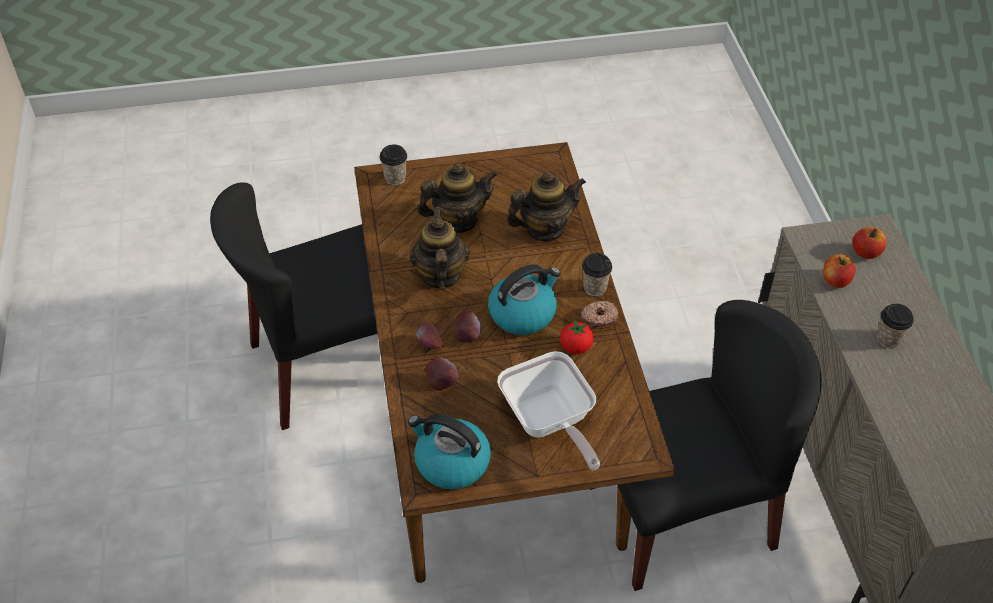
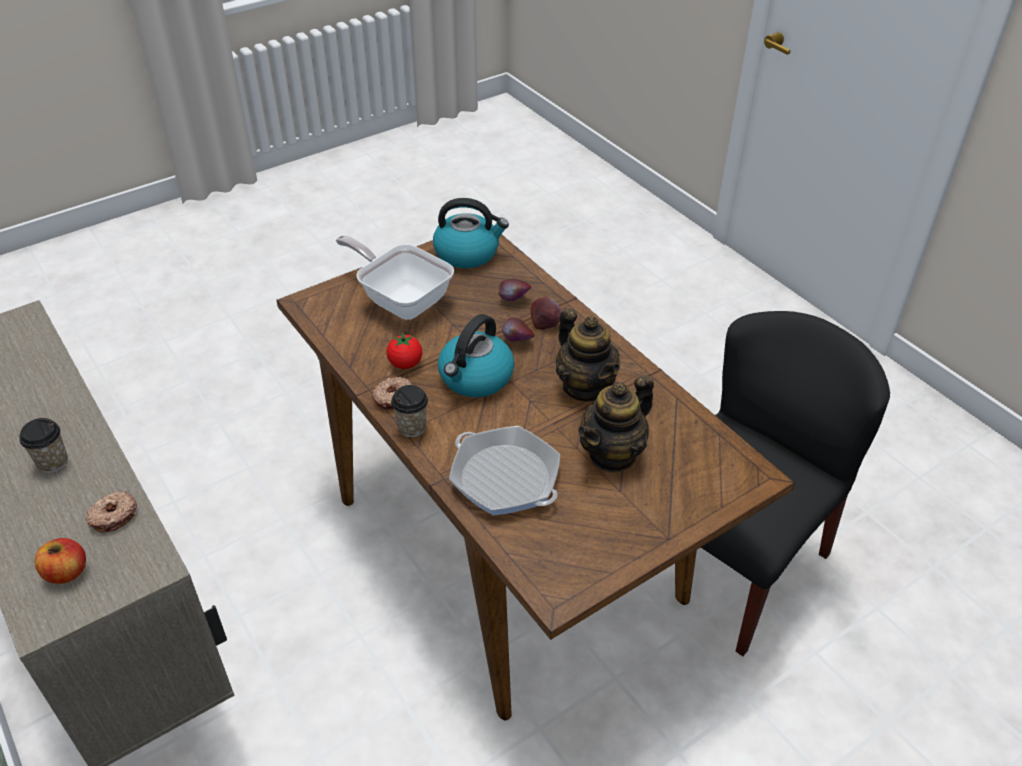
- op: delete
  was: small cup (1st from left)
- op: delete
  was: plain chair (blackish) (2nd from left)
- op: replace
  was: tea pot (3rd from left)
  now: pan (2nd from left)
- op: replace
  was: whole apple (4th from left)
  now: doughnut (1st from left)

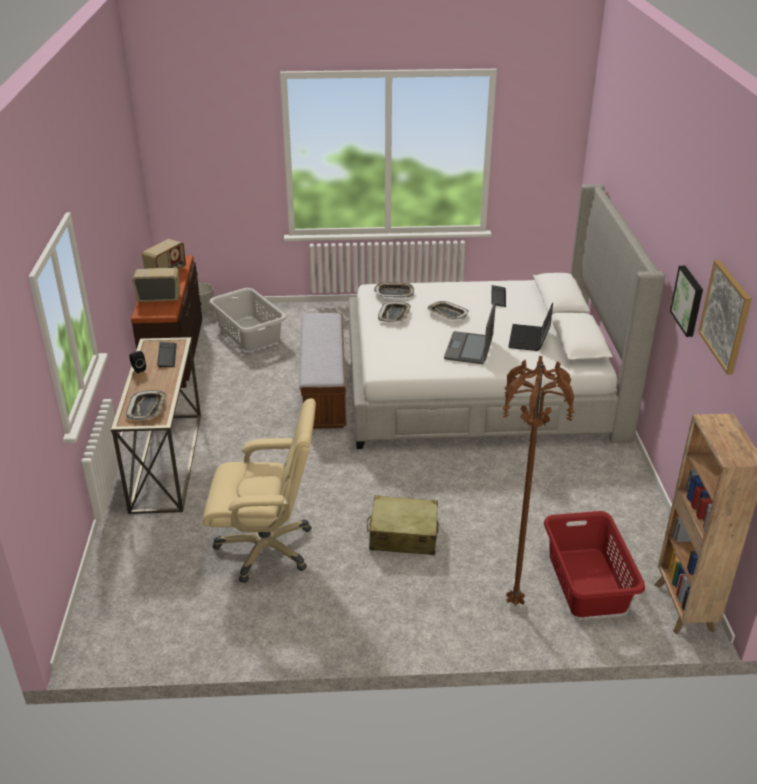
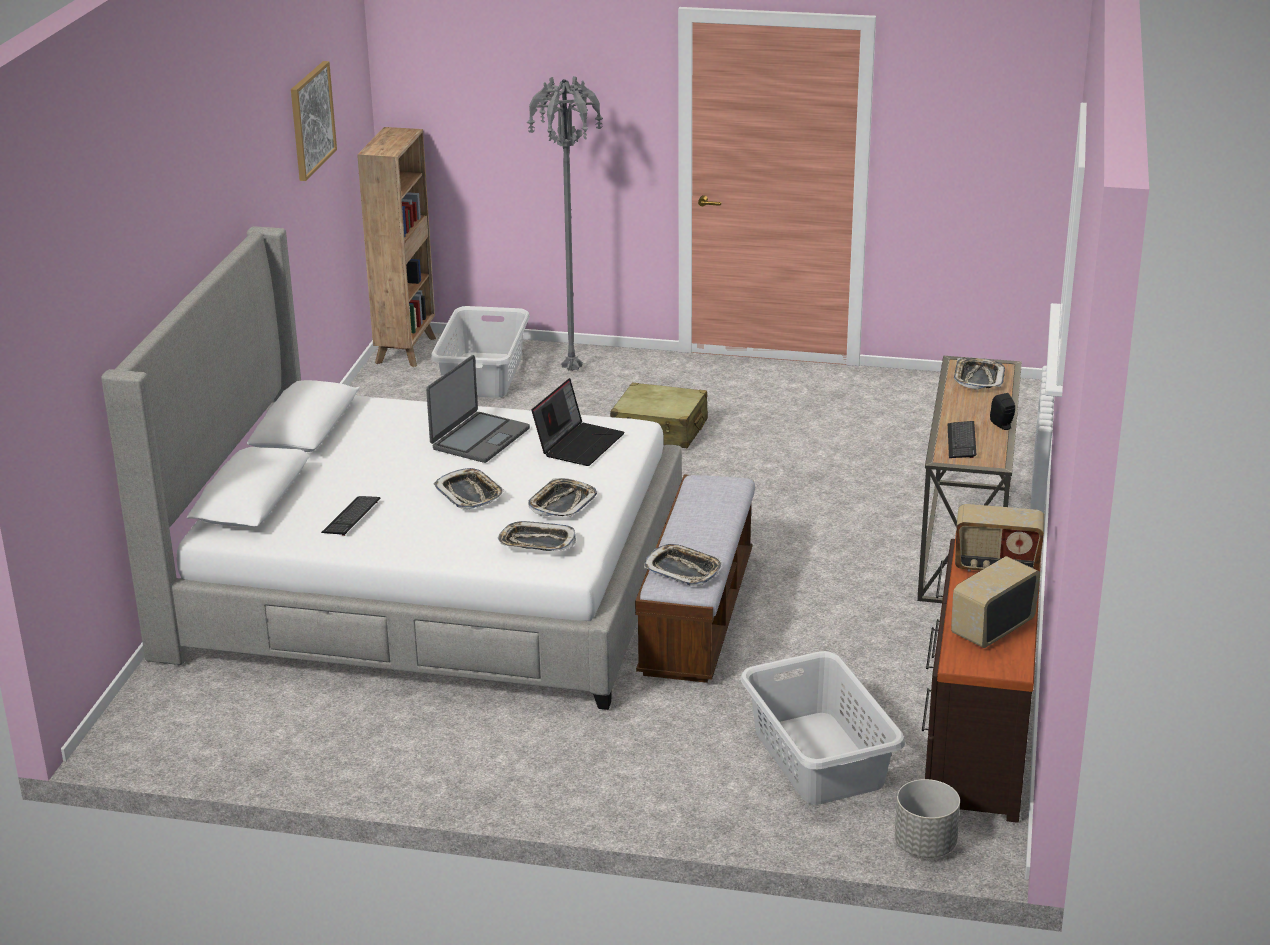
- op: delete
  was: computer chair (beige)
- op: delete
  was: picture (1st from left)
- op: insert
  now: carrying tray (4th from left)
- op: move
  was: notebook computer (2nd from left)
- op: recolor
  was: floor lamp (brown)
  now: floor lamp (greyish)
- op: recolor
  was: hamper (red-coloured)
  now: hamper (greyish) (1st from left)

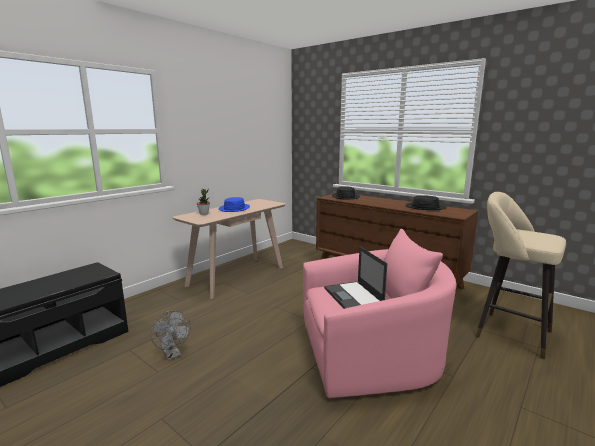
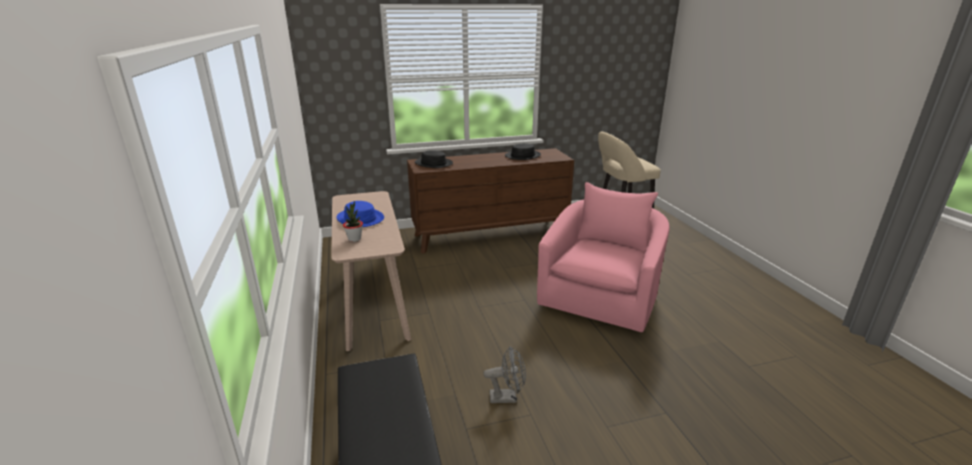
- op: delete
  was: notebook computer

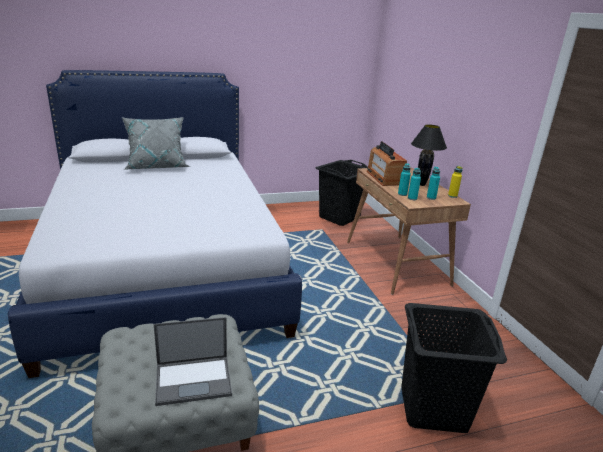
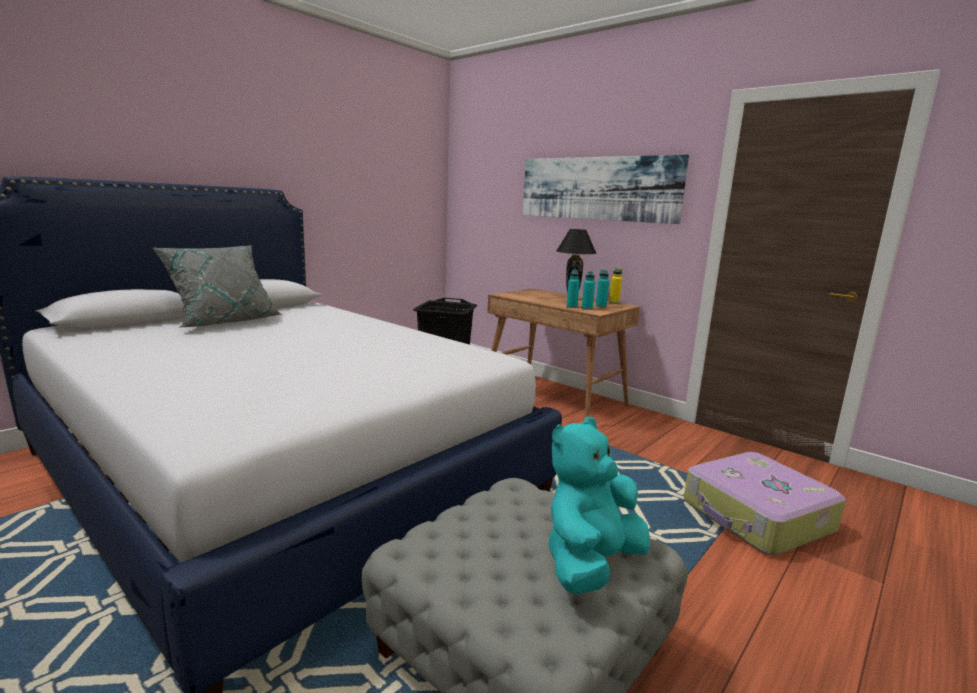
- op: delete
  was: radio
- op: insert
  now: picture
- op: replace
  was: notebook computer
  now: plush toy (turquoise)
- op: replace
  was: hamper (blackish) (2nd from left)
  now: piece of luggage

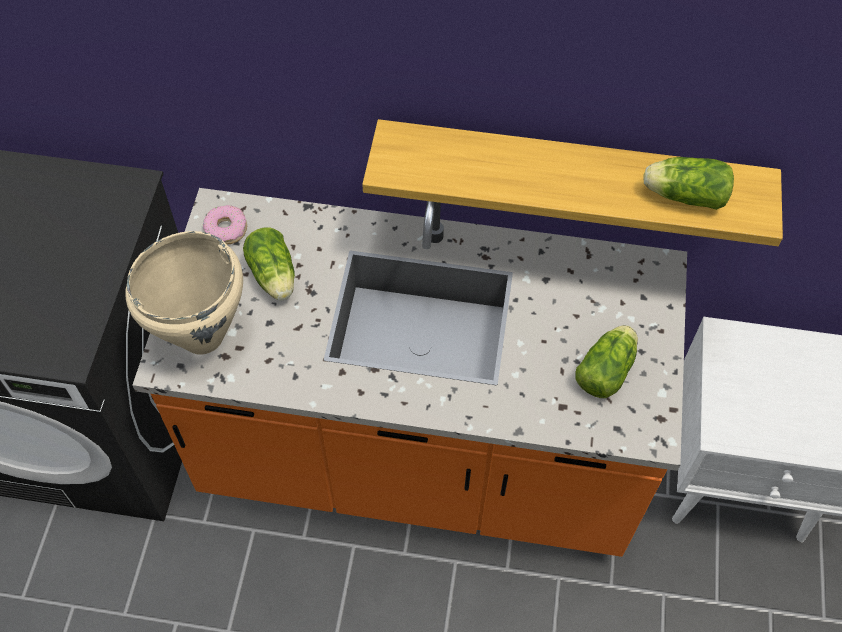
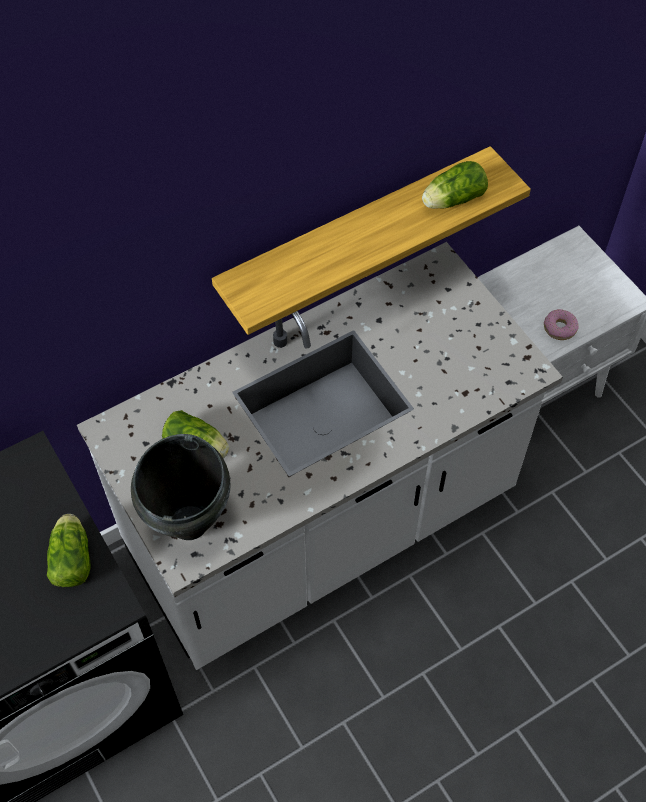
- op: move
  was: doughnut
- op: move
  was: lettuce head (2nd from left in the first image)
  now: lettuce head (1st from left)
- op: recolor
  was: cooking pot (beige)
  now: cooking pot (blackish)
- op: recolor
  was: kitchen base unit (orangey)
  now: kitchen base unit (white-coloured)

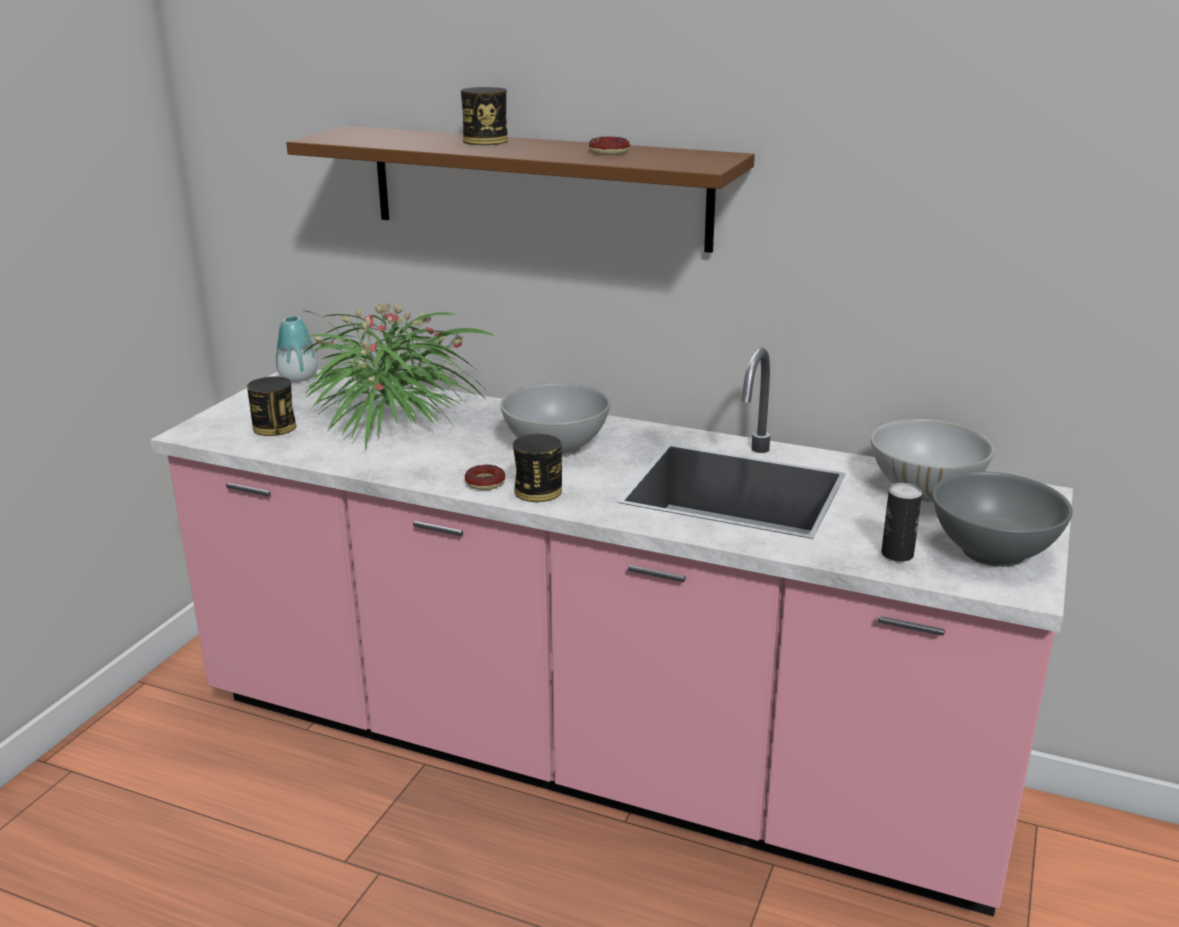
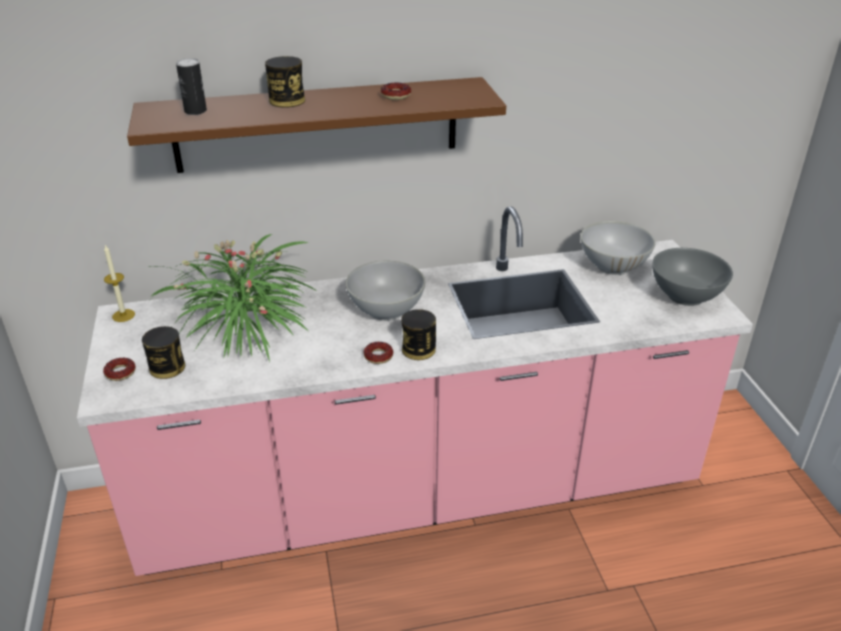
- op: insert
  now: doughnut (1st from left)
- op: move
  was: can (4th from left in the first image)
  now: can (2nd from left)
- op: replace
  was: decorative vase
  now: candle

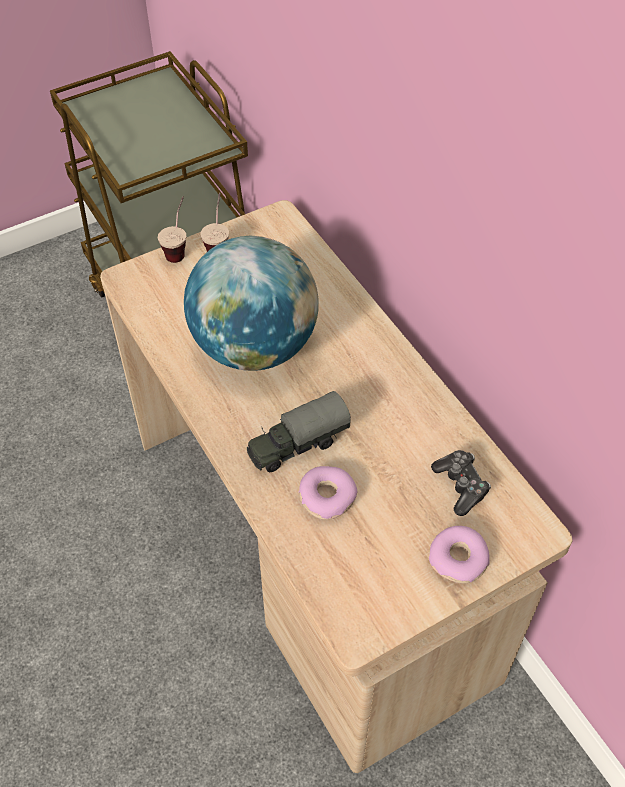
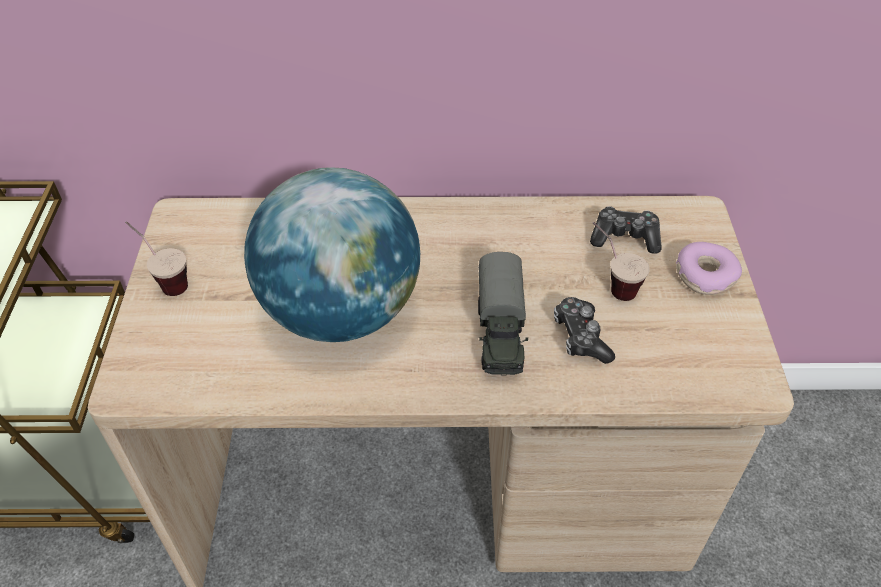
- op: move
  was: small cup (1st from left in the first image)
  now: small cup (2nd from left)
- op: replace
  was: doughnut (1st from left)
  now: joypad (1st from left)

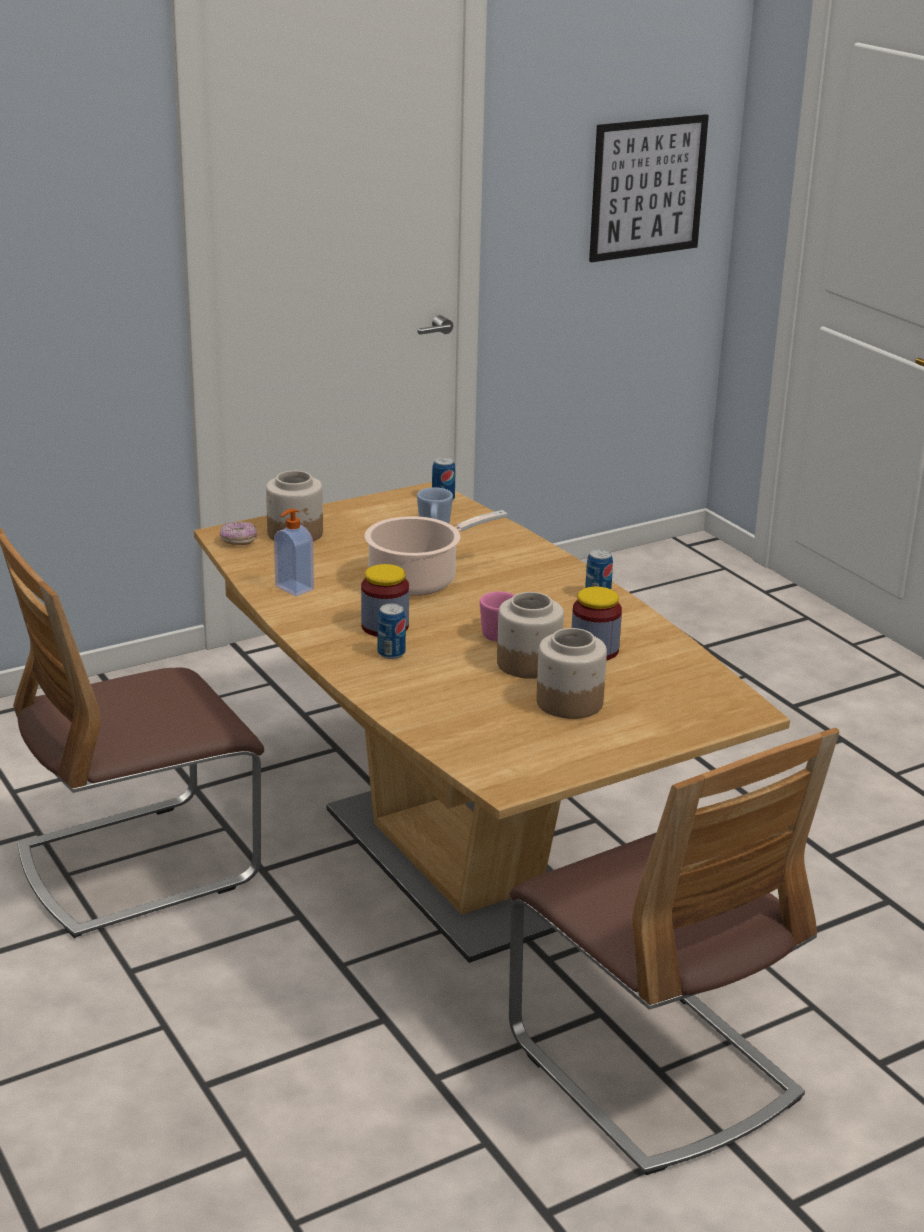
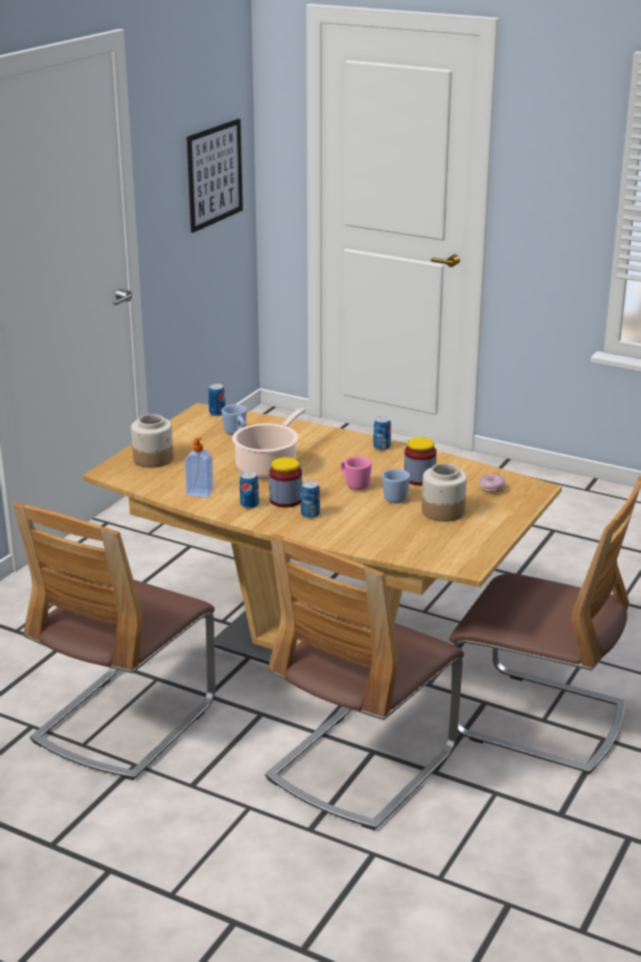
- op: insert
  now: can (2nd from left)
- op: insert
  now: plain chair (2nd from left)
- op: move
  was: doughnut
- op: replace
  was: storage jar (3rd from left)
  now: mug (blue-coloured) (2nd from left)

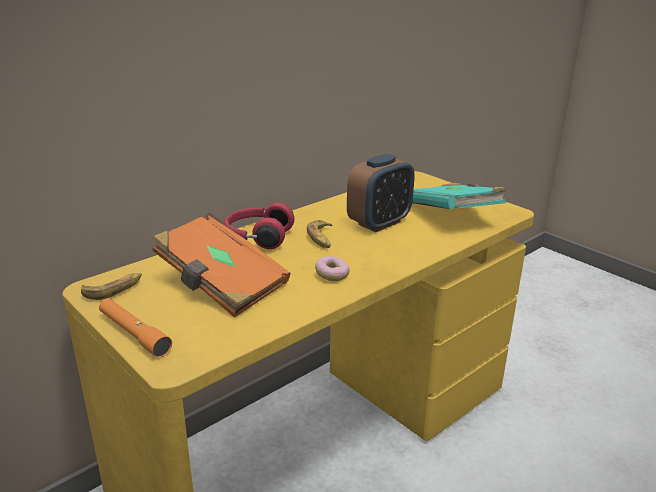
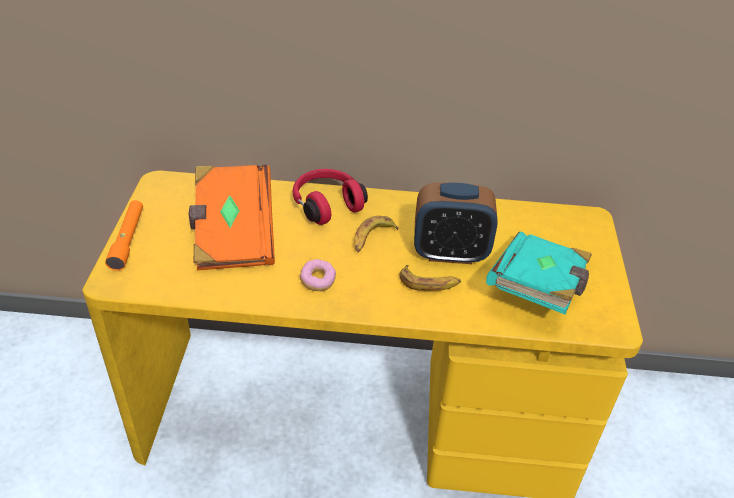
- op: move
  was: banana (1st from left in the first image)
  now: banana (2nd from left)

